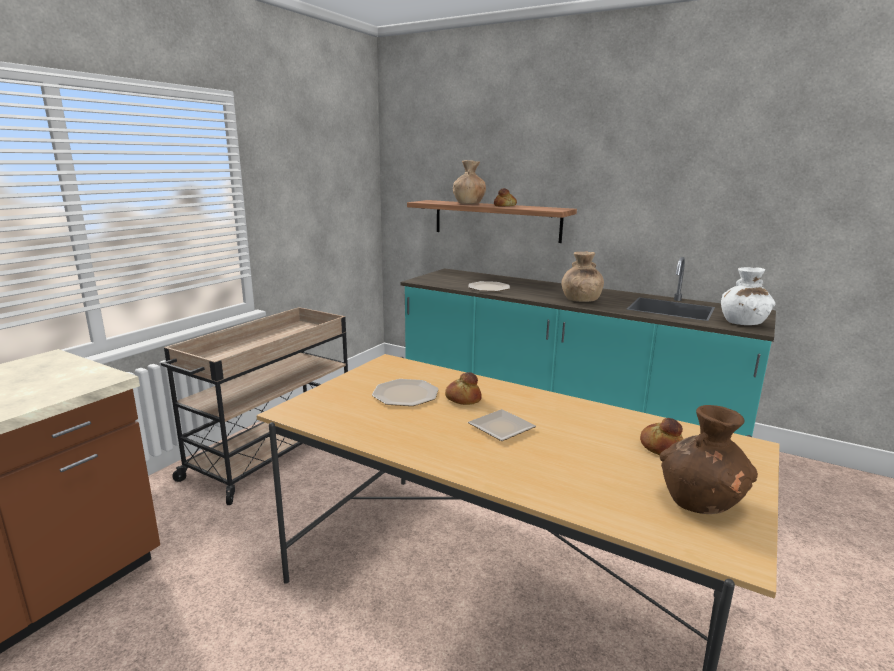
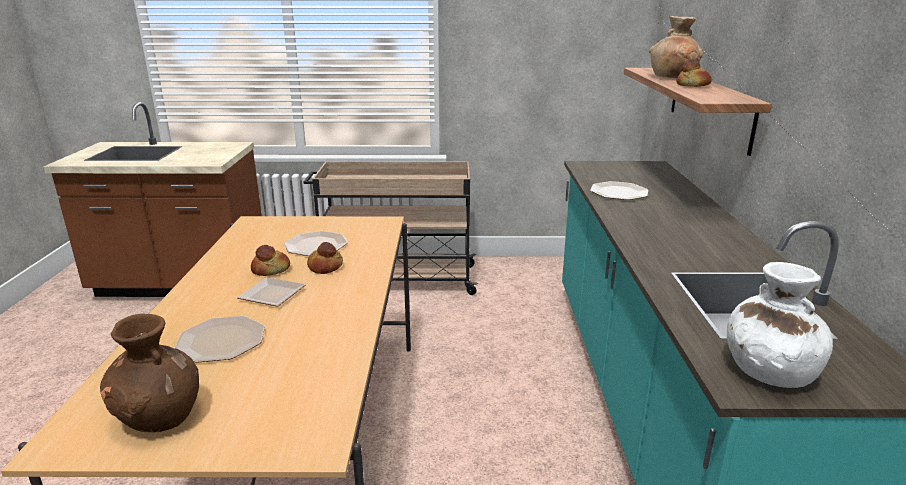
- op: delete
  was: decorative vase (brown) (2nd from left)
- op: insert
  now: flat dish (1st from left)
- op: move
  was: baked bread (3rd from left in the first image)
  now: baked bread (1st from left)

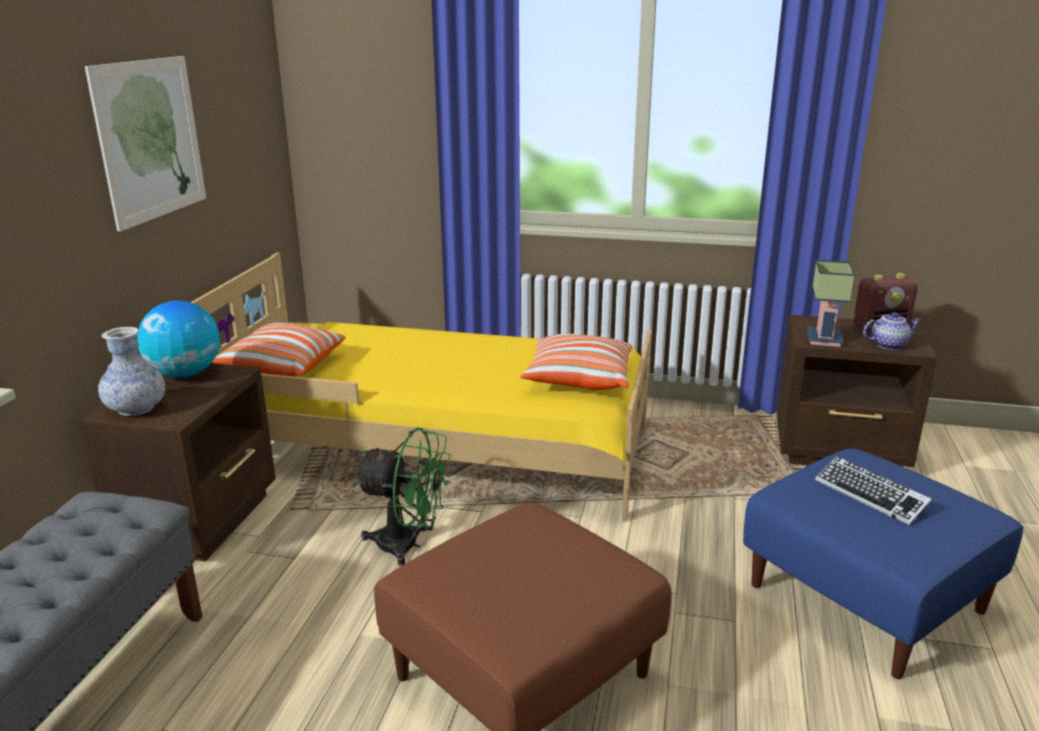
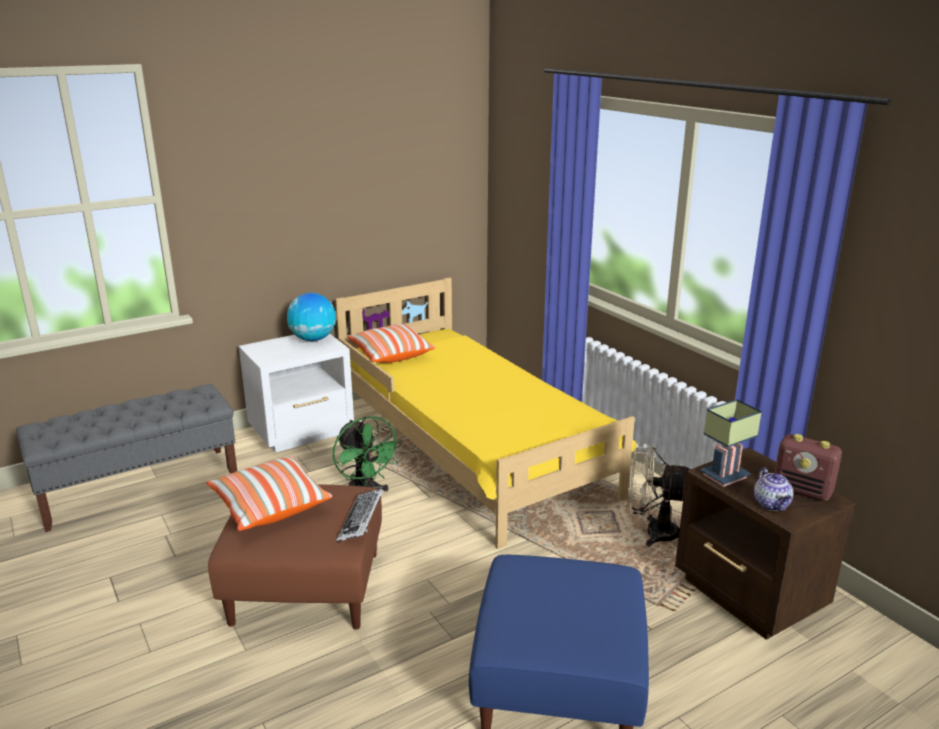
- op: delete
  was: picture
- op: delete
  was: decorative vase
- op: insert
  now: electric fan (beige)
- op: move
  was: throw pillow (2nd from left in the first image)
  now: throw pillow (1st from left)
- op: move
  was: PC keyboard
- op: recolor
  was: bedside table (brown) (1st from left)
  now: bedside table (white-coloured)
- op: rotate
  was: tea pot
  clockwise: 45

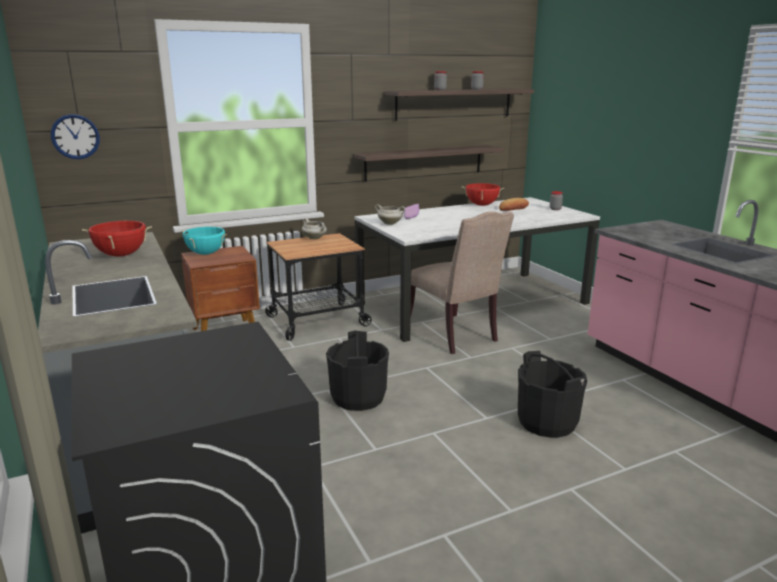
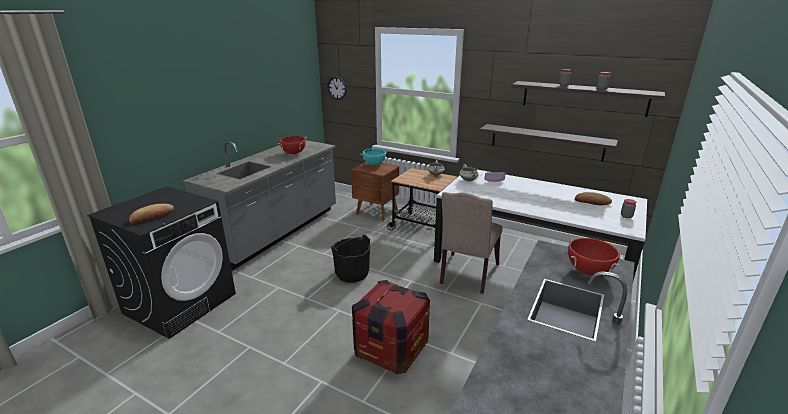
- op: insert
  now: baked bread (1st from left)
- op: move
  was: cooking pot (red-coloured) (2nd from left)
- op: replace
  was: bucket (blackish) (2nd from left)
  now: packing crate

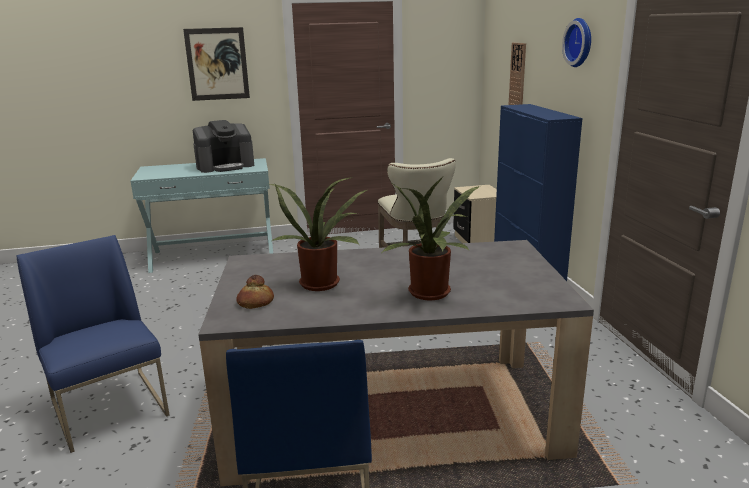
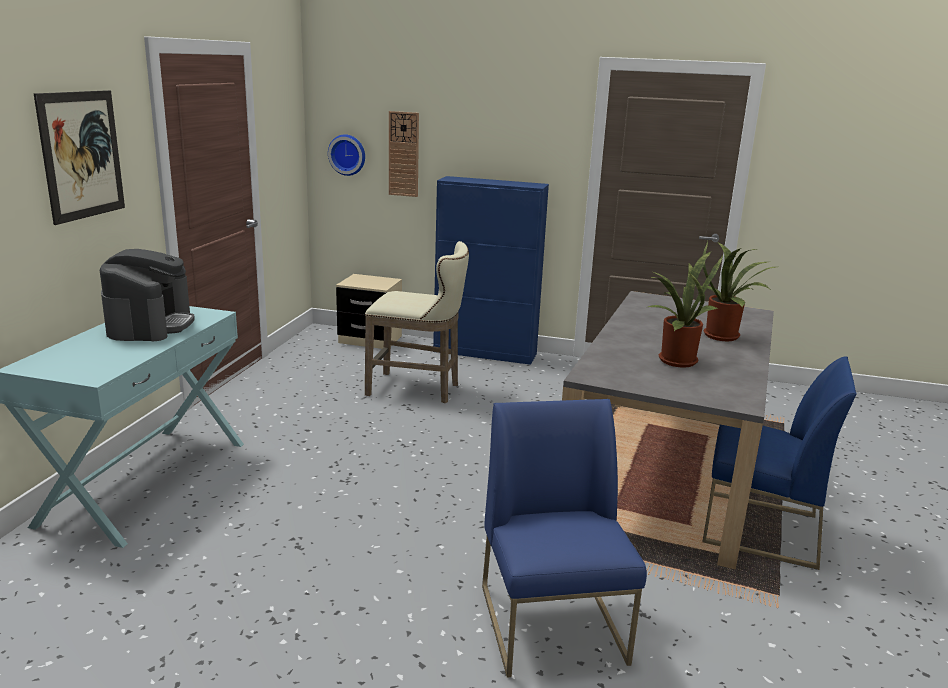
- op: delete
  was: baked bread
- op: move
  was: hanging clock (2nd from left in the first image)
  now: hanging clock (1st from left)
- op: rotate
  was: plain chair (blue-coloured) (1st from left)
  clockwise: 90

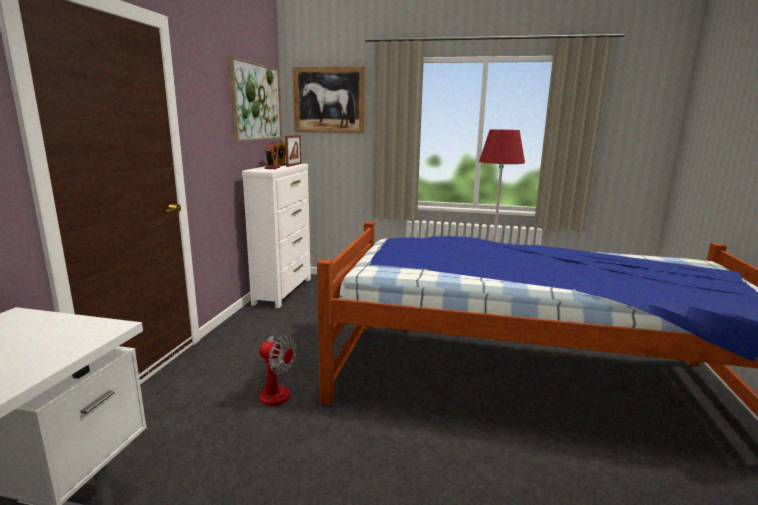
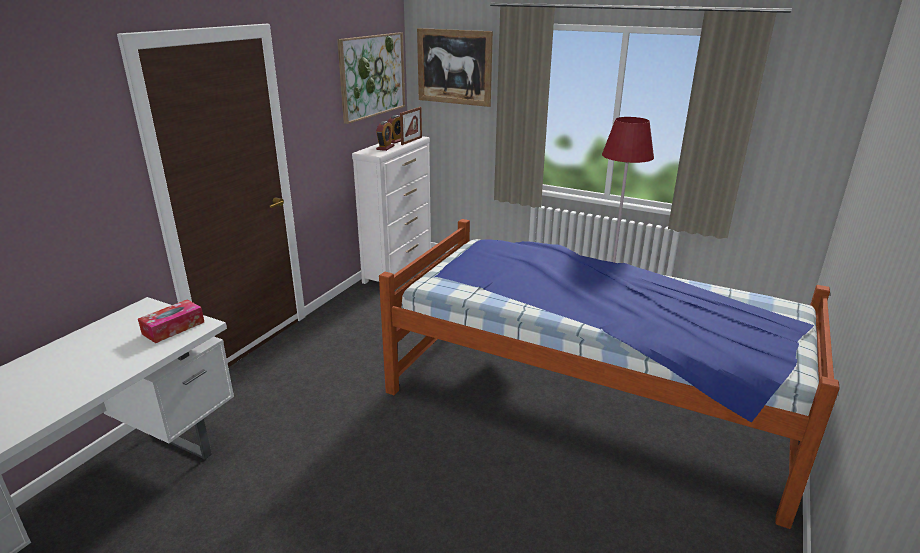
- op: delete
  was: electric fan
- op: insert
  now: box of tissues

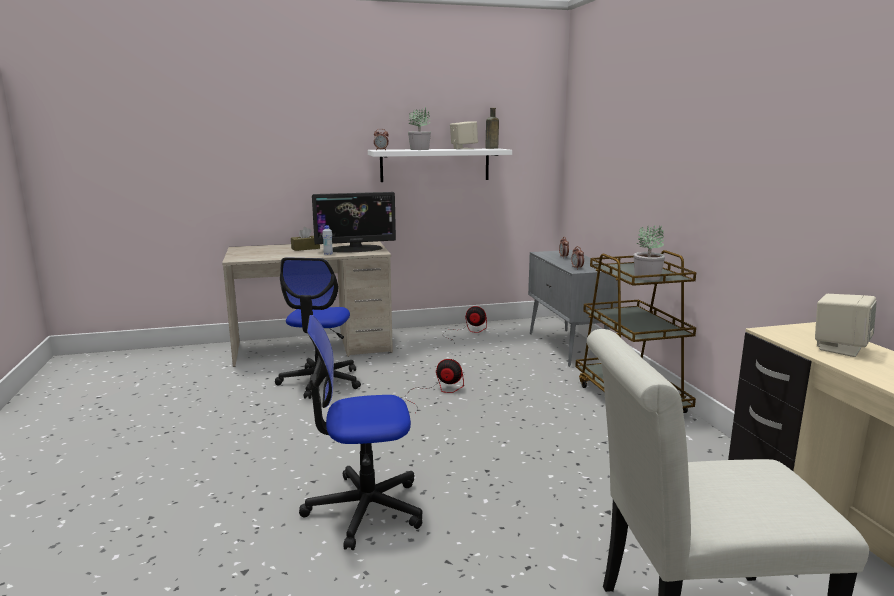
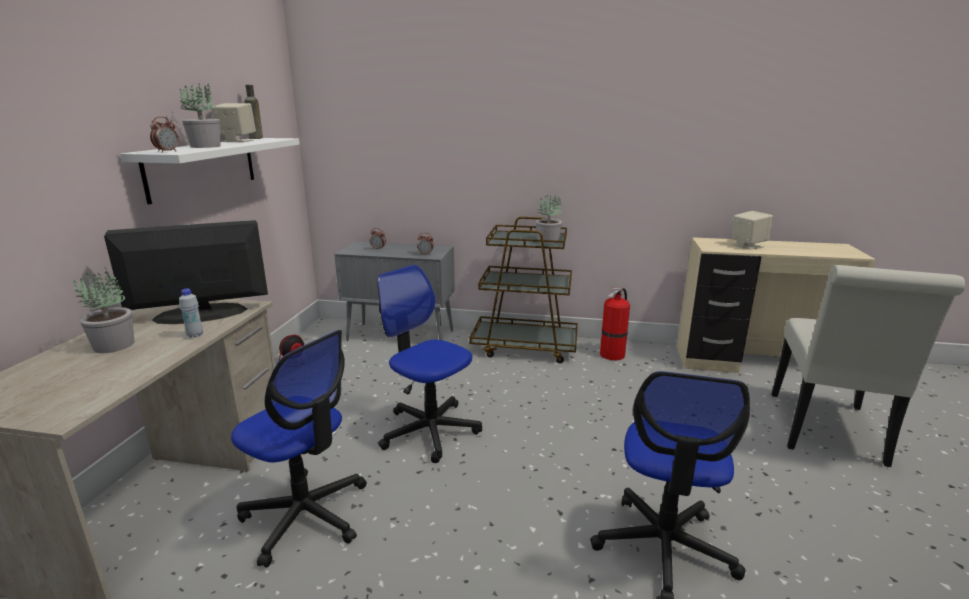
- op: insert
  now: fire-fighting cylinder
- op: replace
  was: box of tissues (brown)
  now: potted plant (1st from left)
- op: replace
  was: electric fan (1st from left)
  now: computer chair (2nd from left)
- op: rotate
  was: monitor
  clockwise: -120

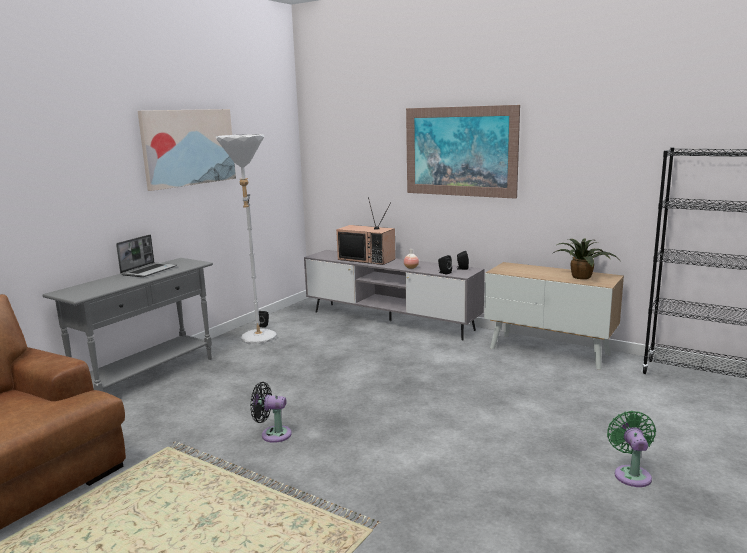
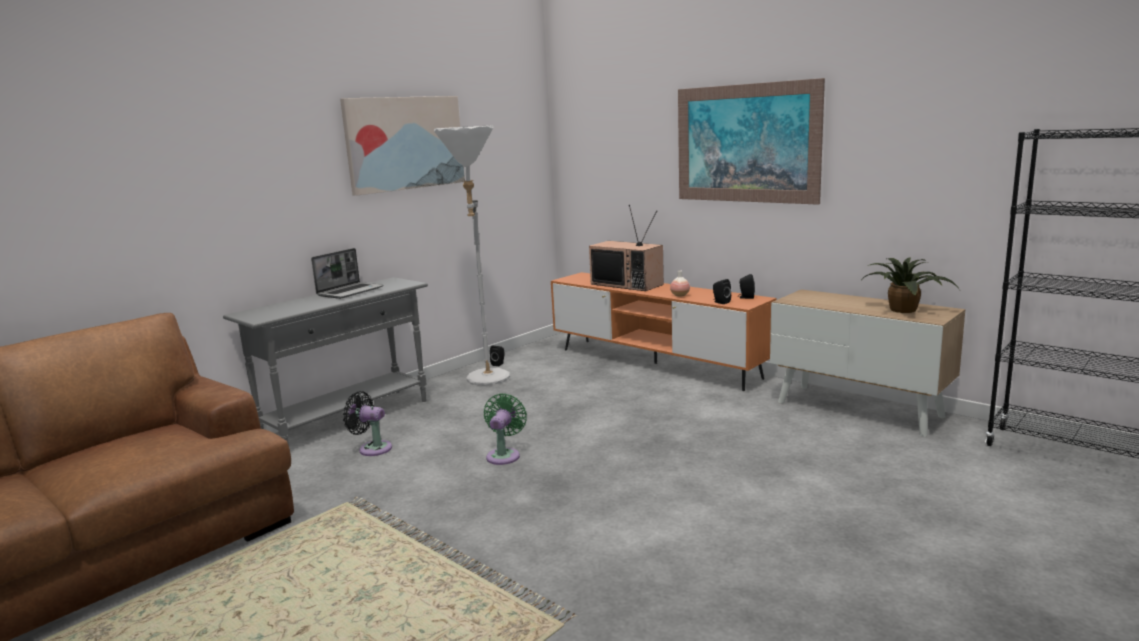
- op: move
  was: electric fan (blackish)
- op: move
  was: electric fan (green-coloured)
- op: recolor
  was: media console (greyish)
  now: media console (orangey)

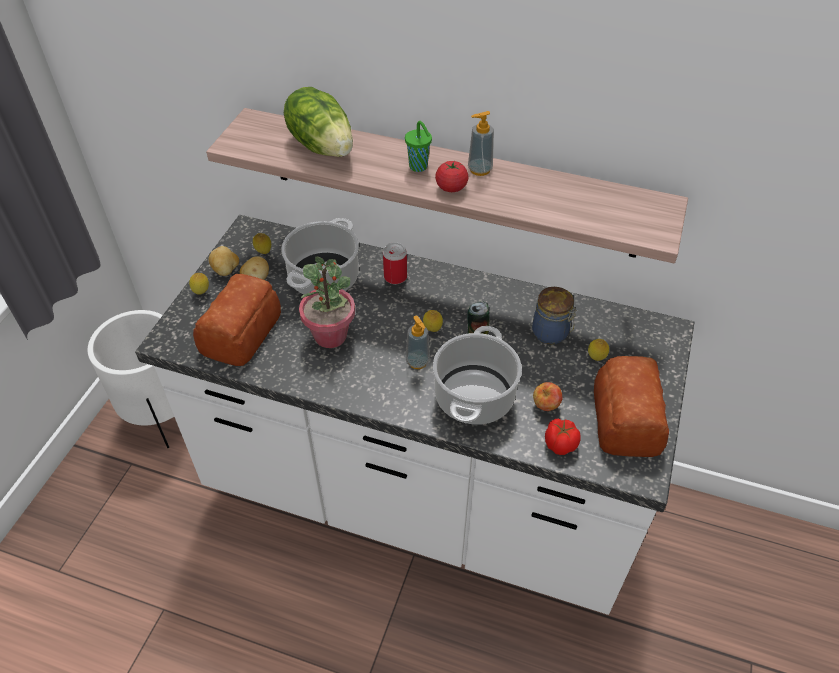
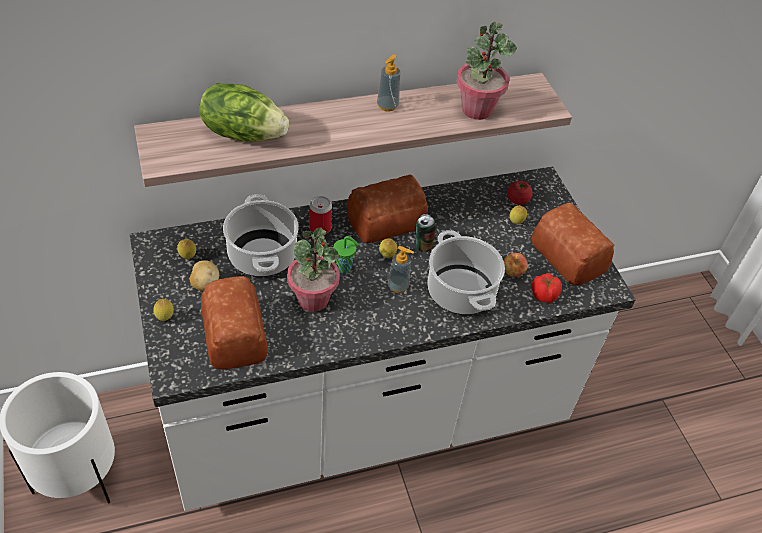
- op: delete
  was: potato (1st from left)
- op: delete
  was: storage jar
- op: insert
  now: baked bread (2nd from left)
- op: insert
  now: potted plant (2nd from left)
- op: move
  was: small cup (green-coloured)
- op: move
  was: whole tomato (1st from left)

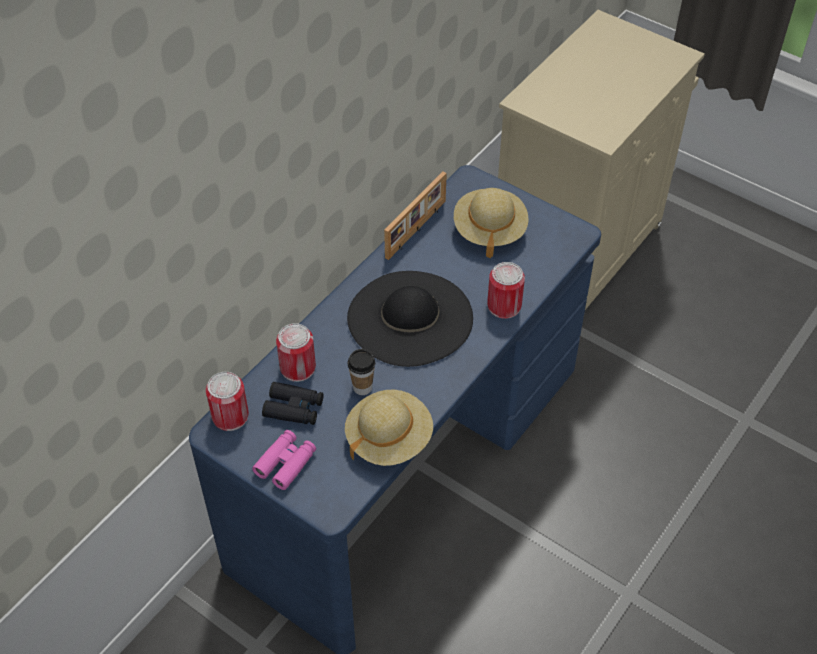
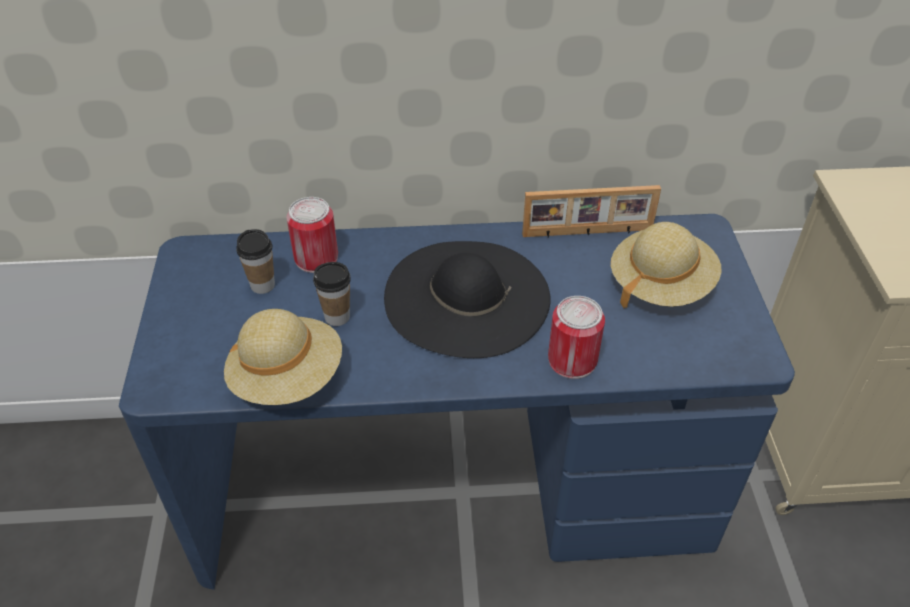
- op: delete
  was: can (1st from left)
- op: delete
  was: binoculars (pinkish)
- op: replace
  was: binoculars (blackish)
  now: small cup (1st from left)

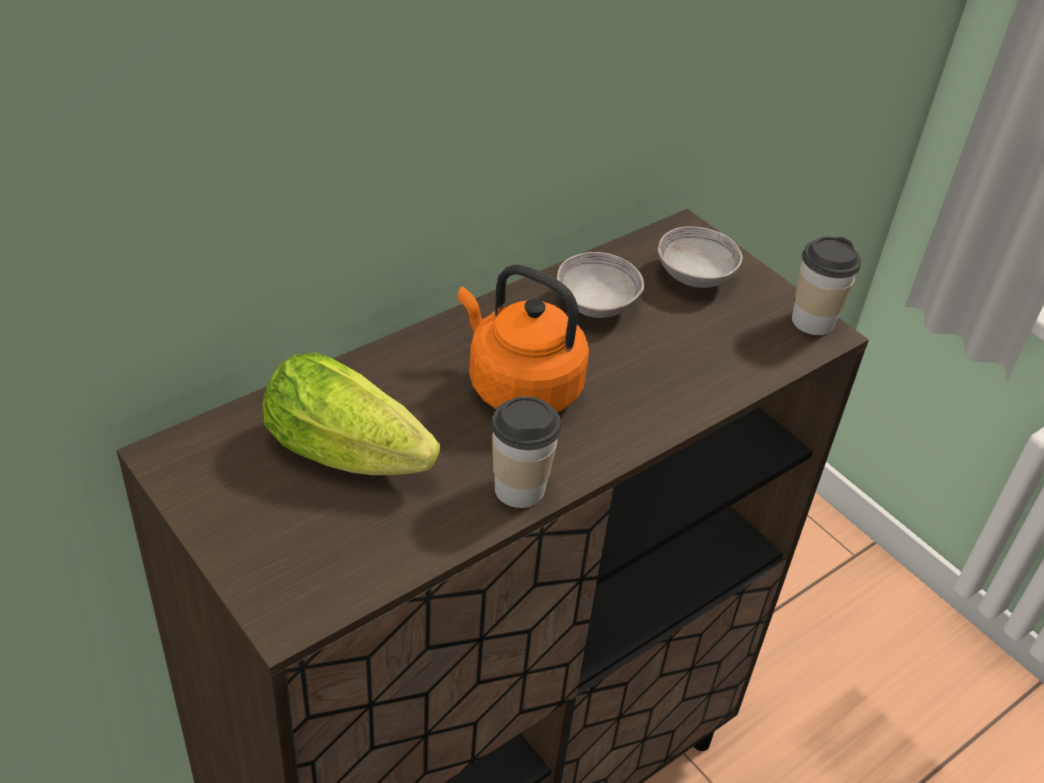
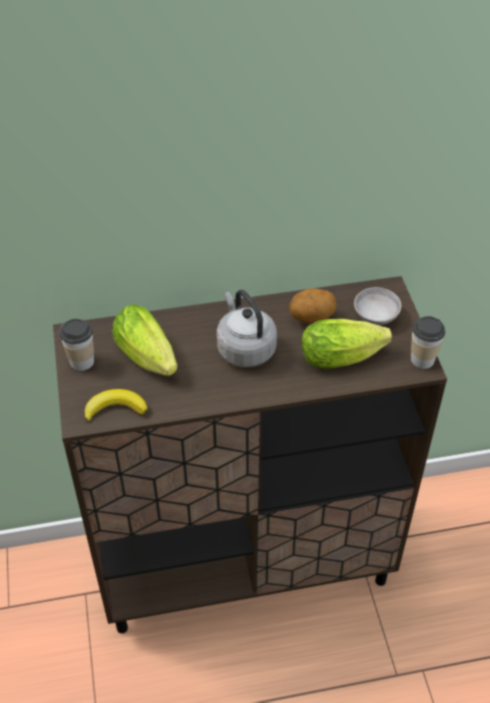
- op: insert
  now: banana
- op: insert
  now: lettuce head (2nd from left)
- op: move
  was: small cup (1st from left)
- op: replace
  was: serving bowl (greyish) (1st from left)
  now: potato
- op: recolor
  was: water kettle (orangey)
  now: water kettle (greyish)

